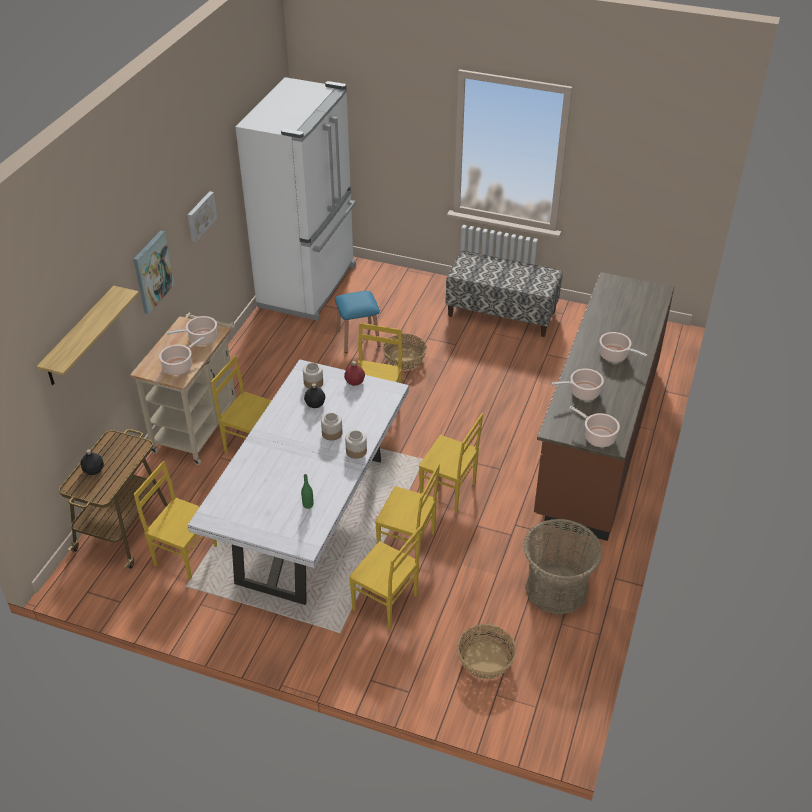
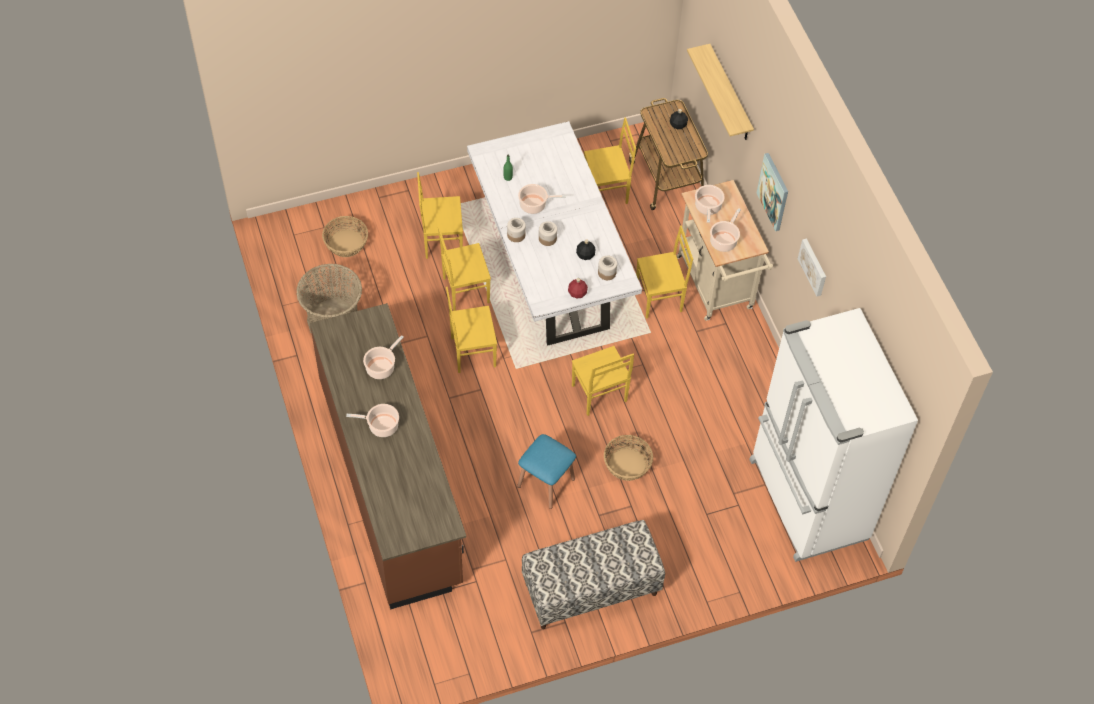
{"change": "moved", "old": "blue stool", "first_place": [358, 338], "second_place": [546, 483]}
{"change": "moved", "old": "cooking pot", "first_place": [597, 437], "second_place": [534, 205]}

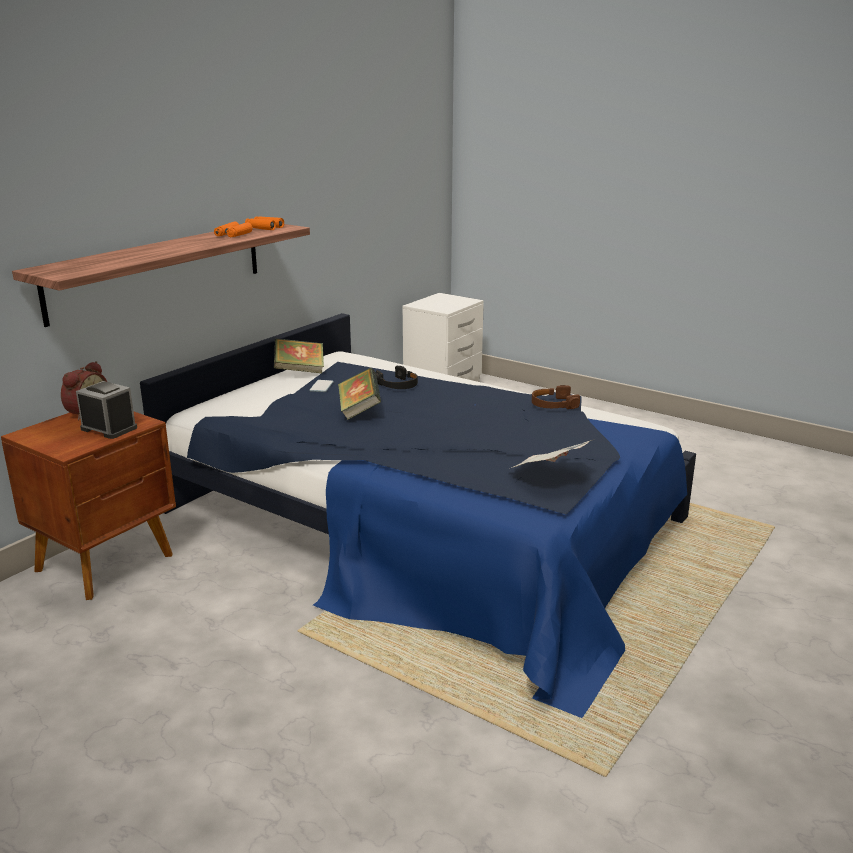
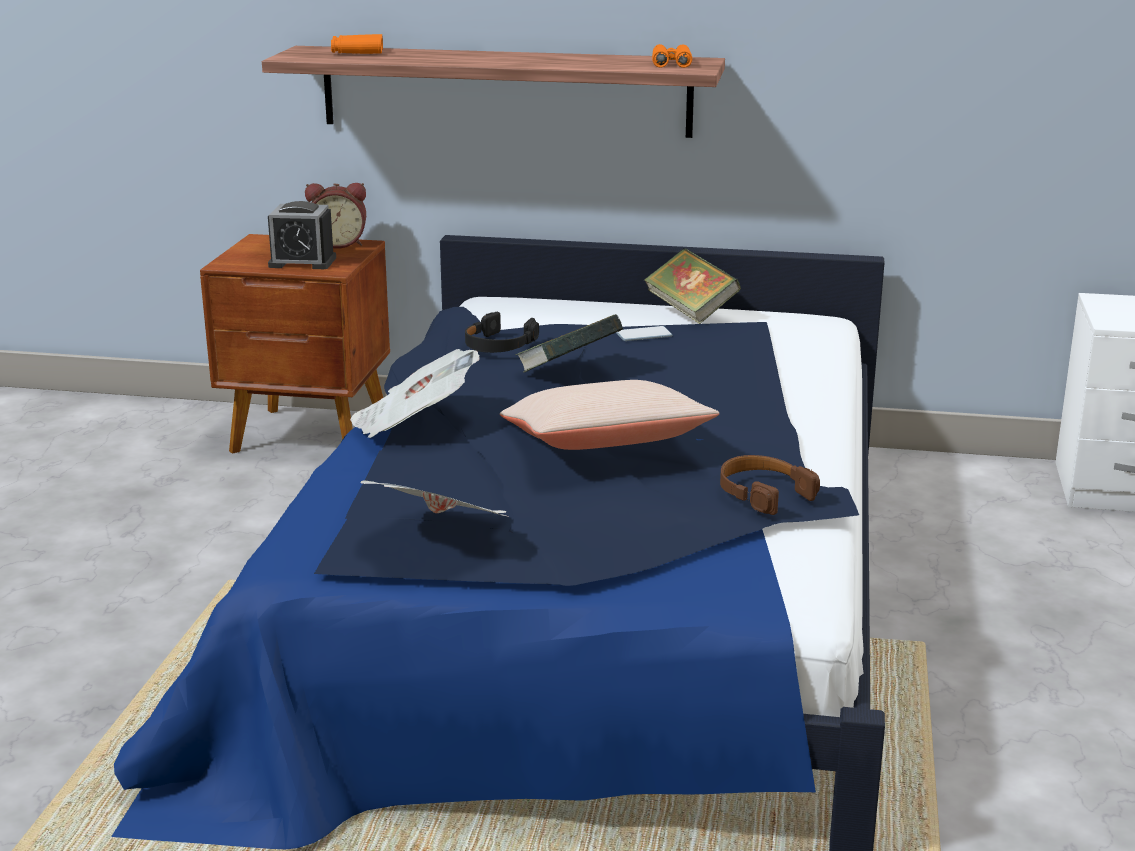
{"change": "turned", "old": "alarm clock", "first_place": [109, 428], "second_place": [302, 262], "degrees": 90}
{"change": "moved", "old": "orange binoculars", "first_place": [233, 235], "second_place": [357, 52]}
{"change": "added", "new": "newspaper", "second_place": [413, 425]}
{"change": "moved", "old": "black headphones", "first_place": [398, 385], "second_place": [498, 345]}
{"change": "added", "new": "beige pillow", "second_place": [605, 447]}

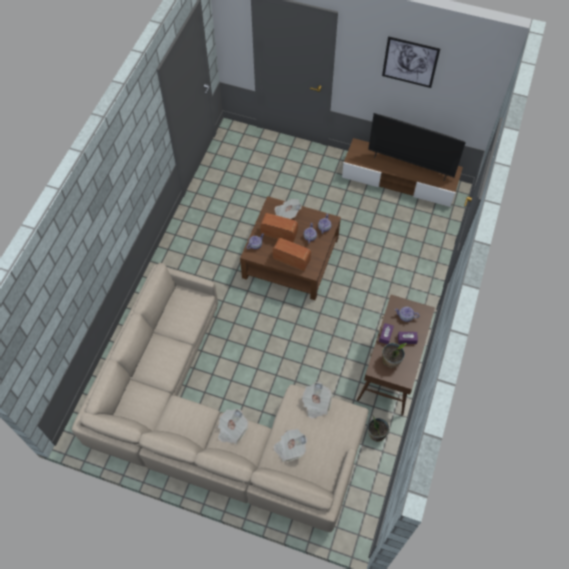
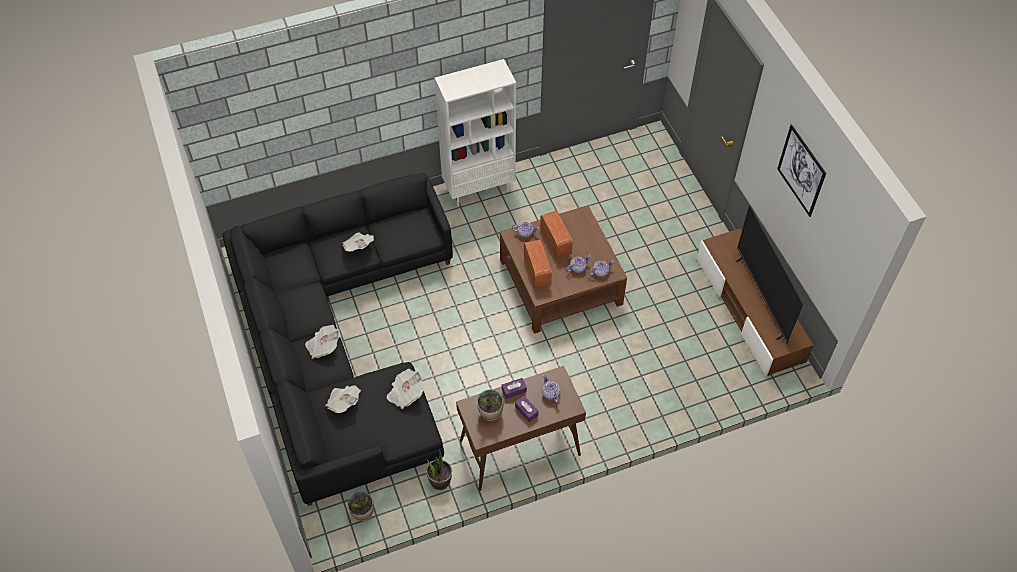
{"change": "recoloured", "old": "beige sofa", "new": "black sofa", "first_place": [216, 420], "second_place": [340, 343]}
{"change": "moved", "old": "newspaper", "first_place": [287, 213], "second_place": [359, 246]}
{"change": "added", "new": "potted plant", "second_place": [363, 512]}
{"change": "added", "new": "white bookcase", "second_place": [479, 188]}

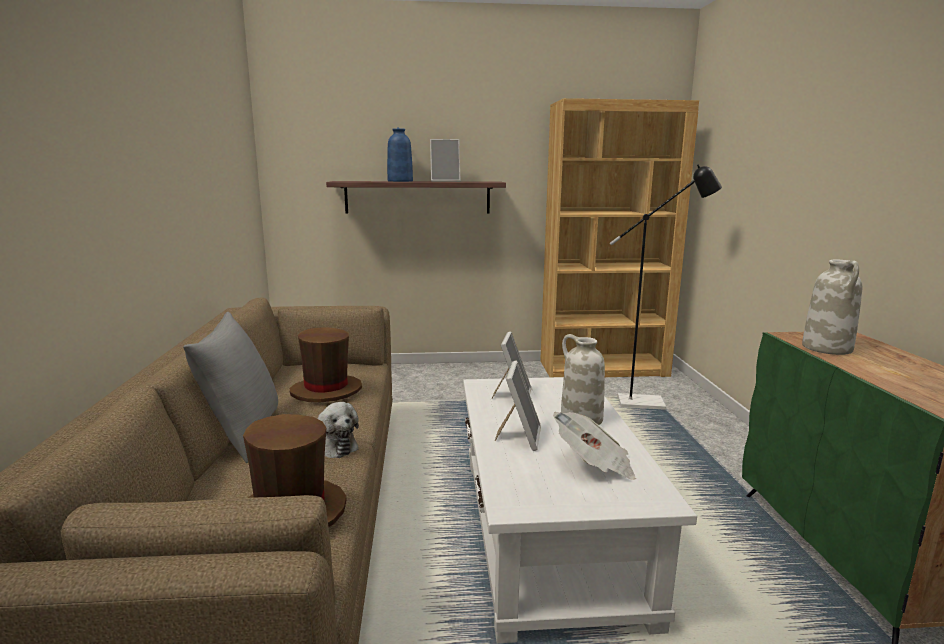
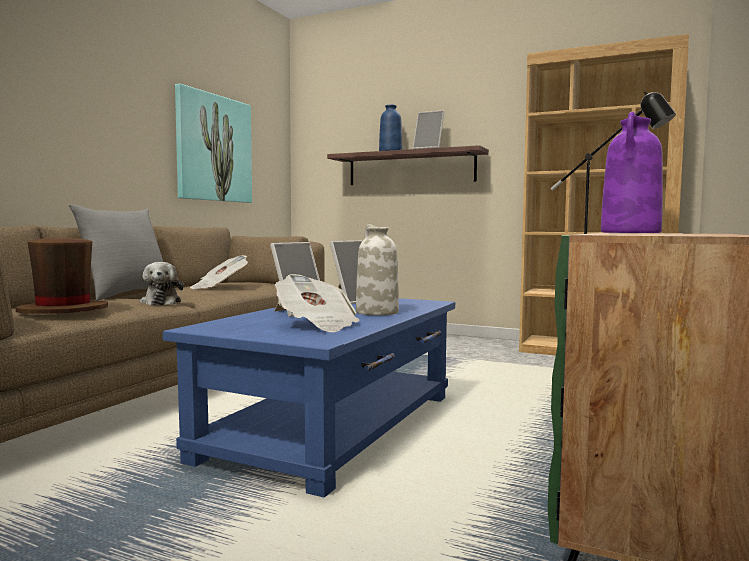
{"change": "recoloured", "old": "white coffee table", "new": "blue coffee table", "first_place": [548, 531], "second_place": [335, 425]}
{"change": "added", "new": "picture", "second_place": [213, 148]}
{"change": "replaced", "old": "brown hat", "new": "newspaper", "first_place": [326, 391], "second_place": [219, 287]}
{"change": "recoloured", "old": "white vase", "new": "purple vase", "first_place": [828, 348], "second_place": [630, 232]}

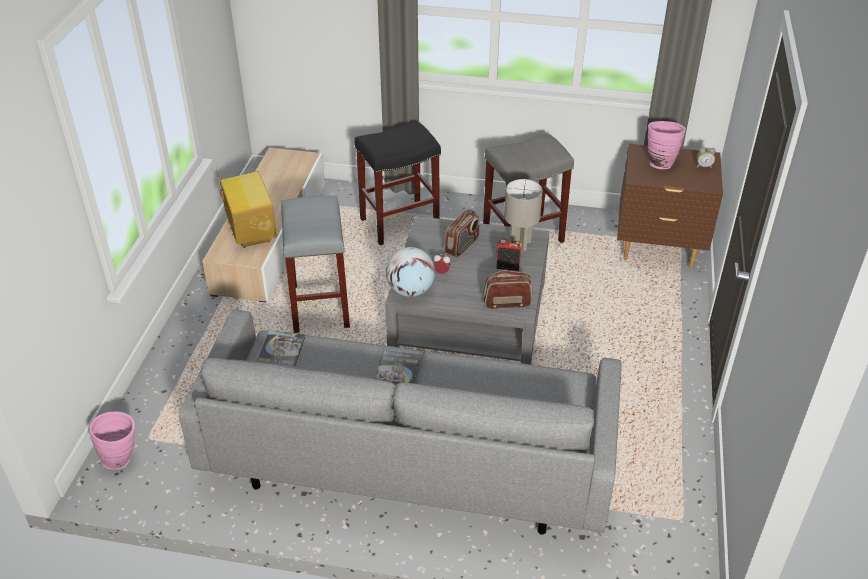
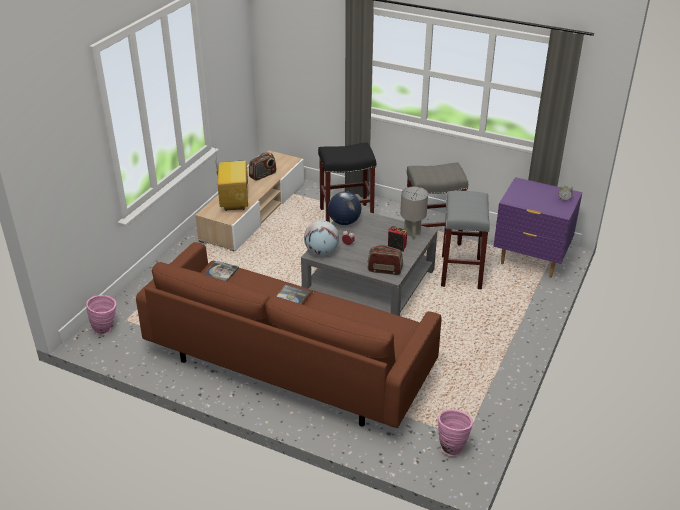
{"change": "recoloured", "old": "grey sofa", "new": "brown sofa", "first_place": [409, 459], "second_place": [290, 363]}
{"change": "moved", "old": "radio", "first_place": [462, 245], "second_place": [263, 175]}
{"change": "added", "new": "globe", "second_place": [344, 222]}
{"change": "moved", "old": "pink vase", "first_place": [659, 163], "second_place": [452, 446]}
{"change": "moved", "old": "grey stool", "first_place": [319, 306], "second_place": [460, 272]}
{"change": "recoloured", "old": "brown nightstand", "new": "purple nightstand", "first_place": [658, 250], "second_place": [530, 261]}

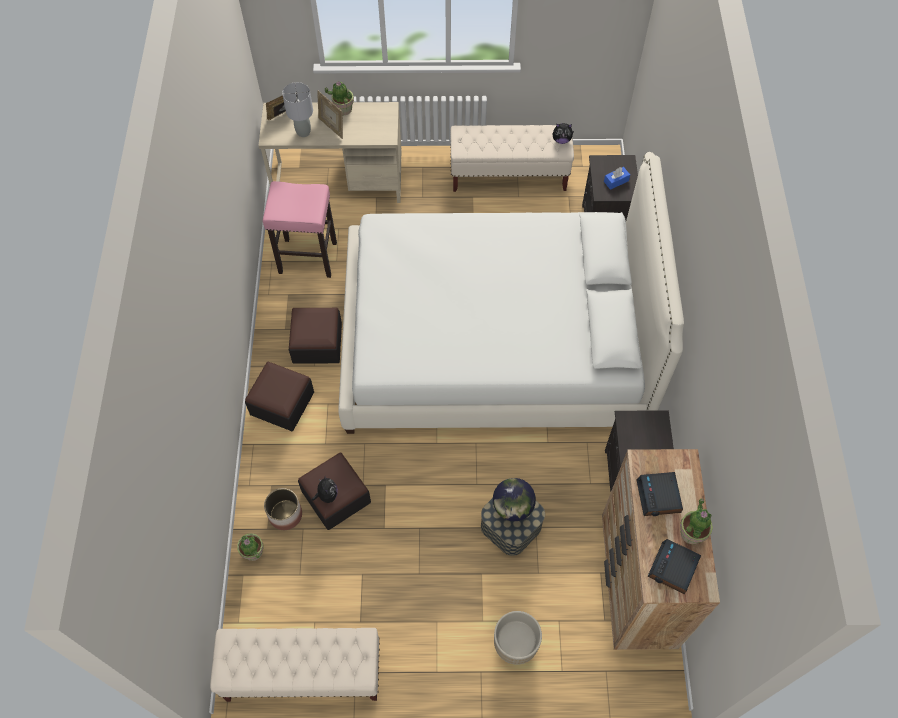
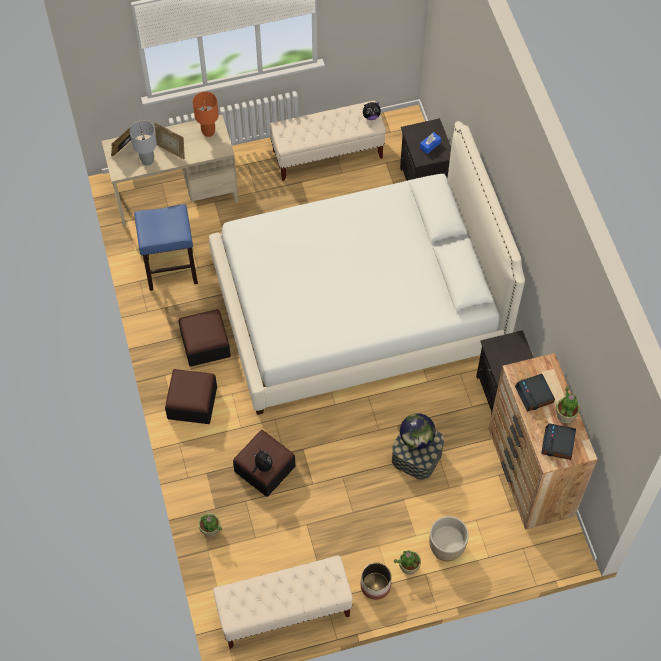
{"change": "recoloured", "old": "pink stool", "new": "blue stool", "first_place": [307, 258], "second_place": [170, 271]}
{"change": "added", "new": "orange table lamp", "second_place": [208, 132]}
{"change": "moved", "old": "planter", "first_place": [285, 515], "second_place": [375, 586]}
{"change": "moved", "old": "potted plant", "first_place": [343, 109], "second_place": [408, 567]}

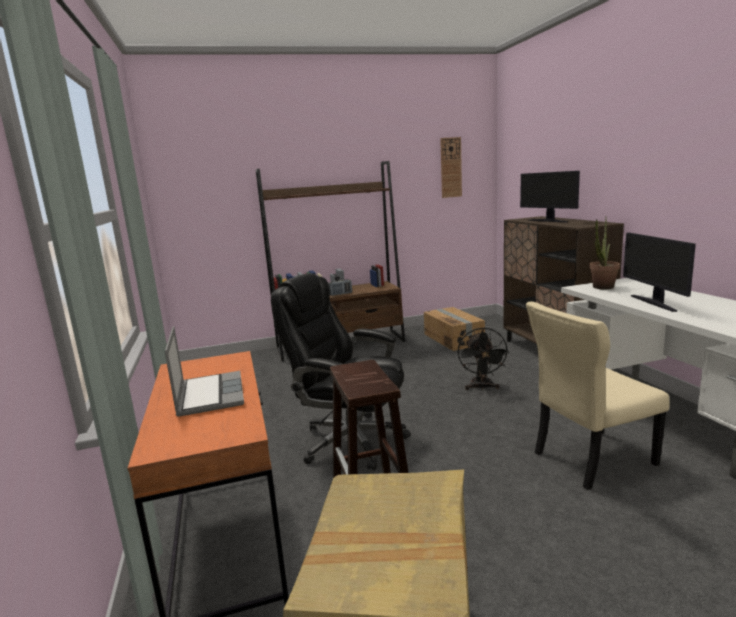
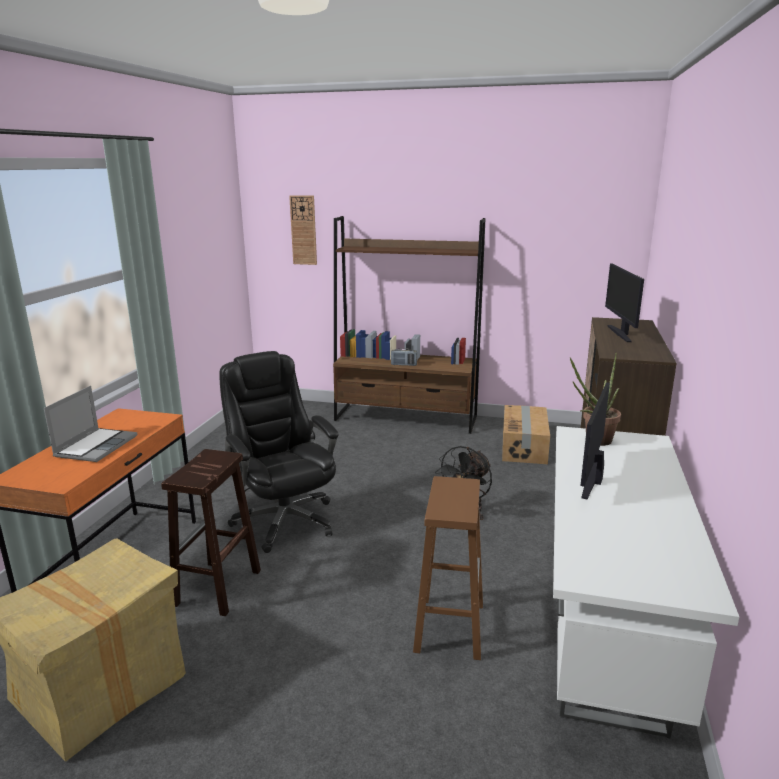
{"change": "moved", "old": "wall clock", "first_place": [451, 167], "second_place": [303, 230]}
{"change": "replaced", "old": "beige chair", "new": "brown stool", "first_place": [590, 459], "second_place": [449, 626]}

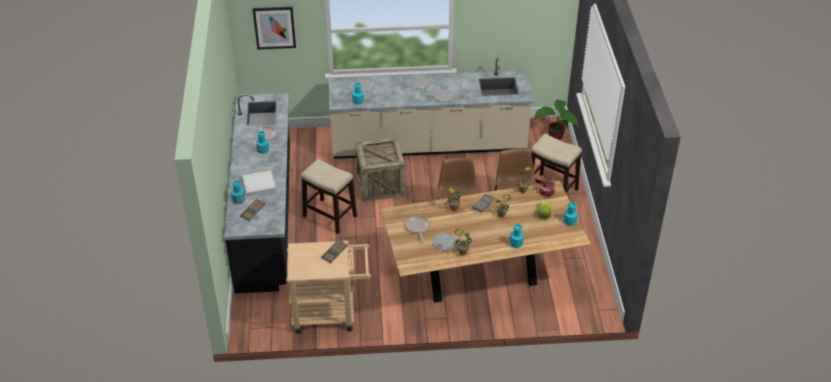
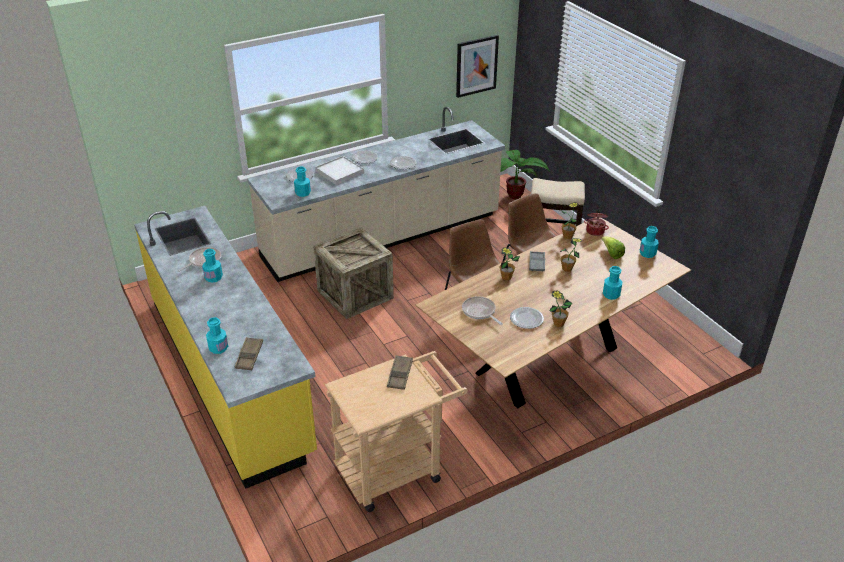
{"change": "recoloured", "old": "black counter", "new": "yellow counter", "first_place": [266, 216], "second_place": [230, 373]}
{"change": "moved", "old": "white tray", "first_place": [259, 184], "second_place": [339, 172]}
{"change": "moved", "old": "picture", "first_place": [274, 27], "second_place": [476, 66]}
{"change": "removed", "old": "stool", "first_place": [329, 216]}

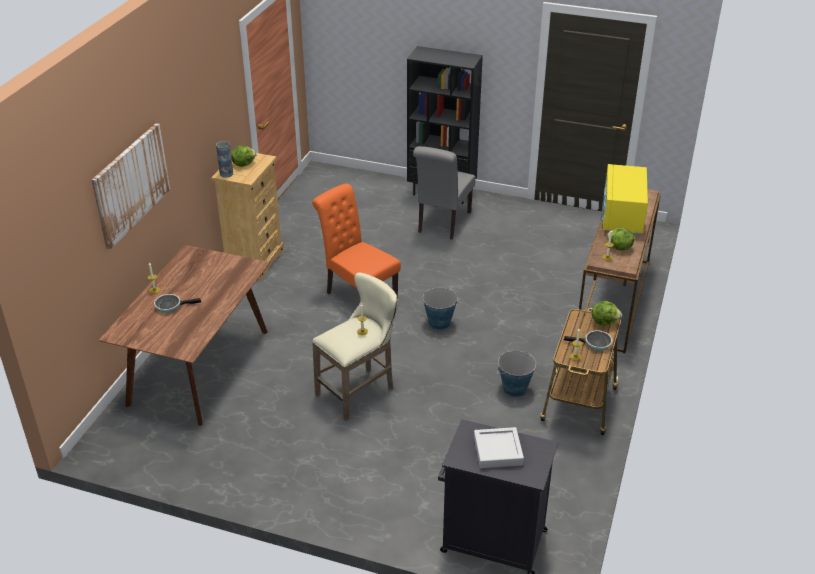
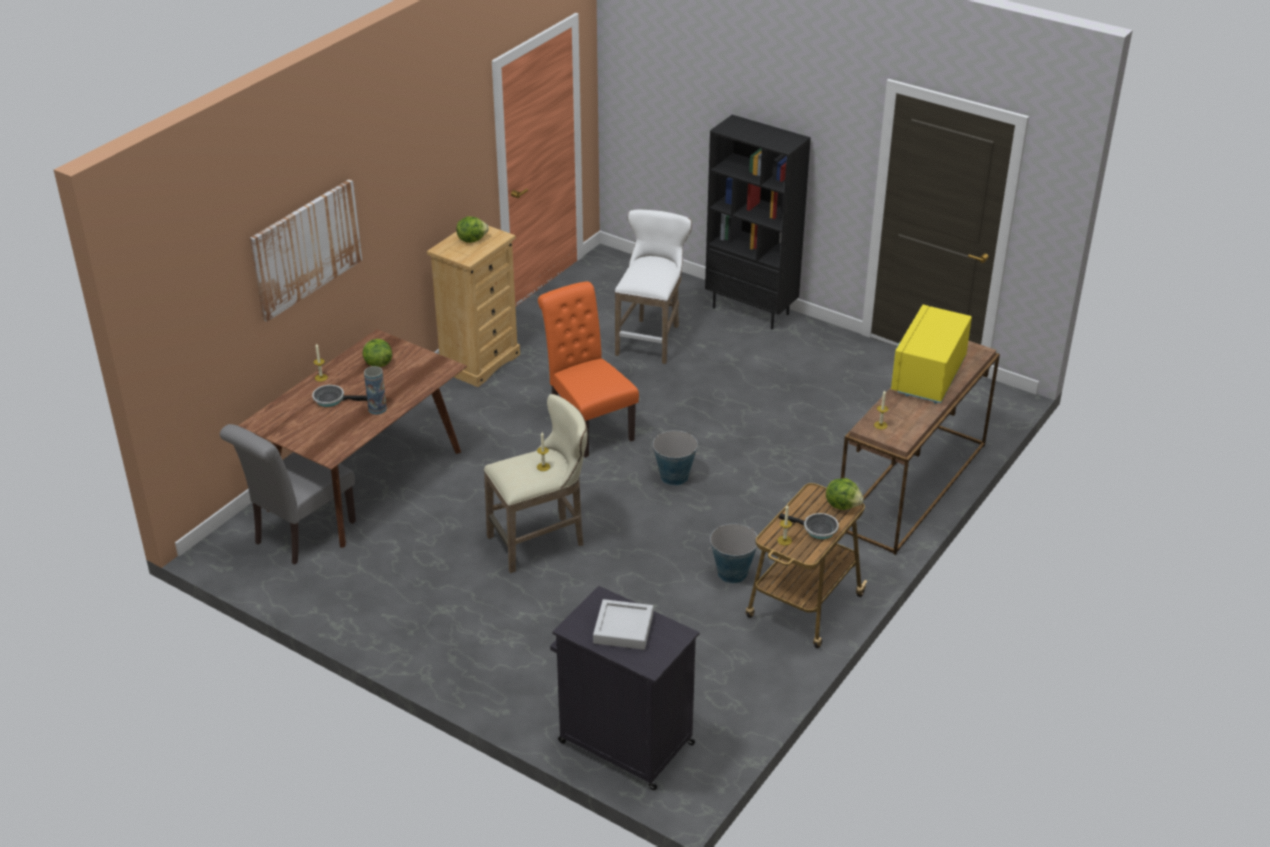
{"change": "moved", "old": "grey chair", "first_place": [442, 224], "second_place": [300, 535]}
{"change": "moved", "old": "lettuce", "first_place": [619, 248], "second_place": [377, 363]}
{"change": "moved", "old": "vase", "first_place": [226, 174], "second_place": [377, 409]}
{"change": "added", "new": "white stool", "second_place": [651, 338]}

